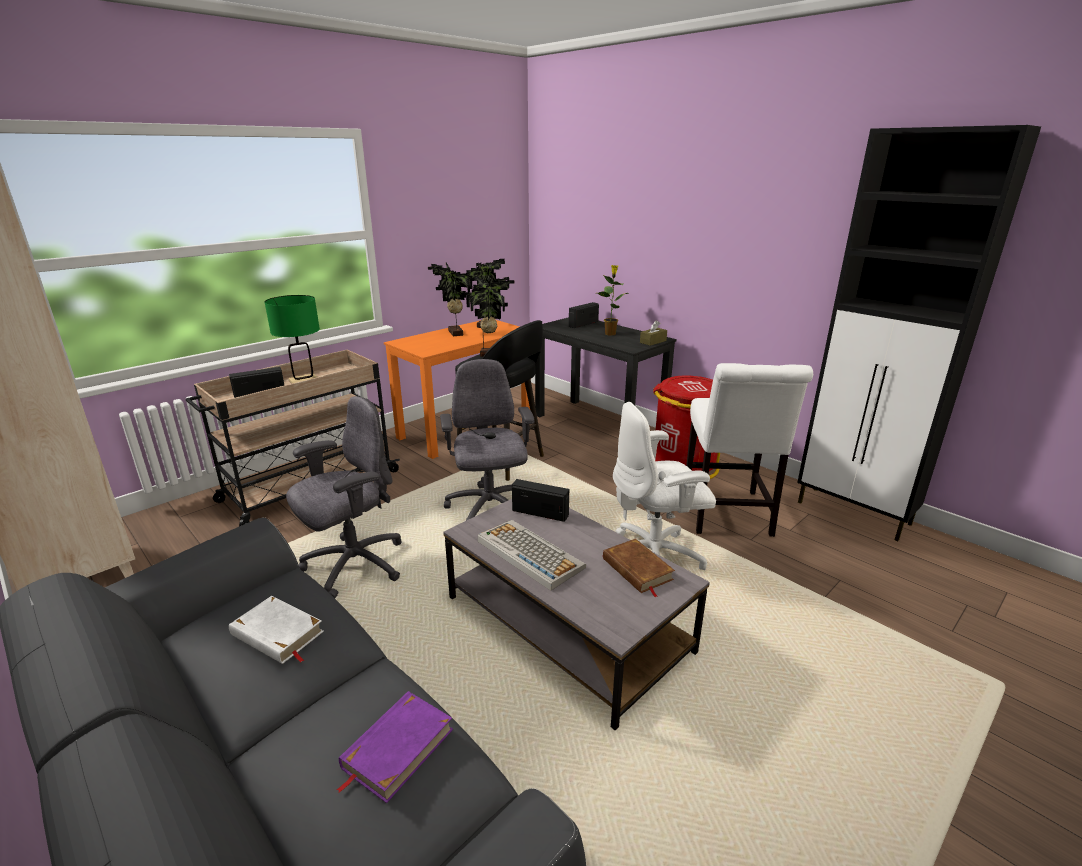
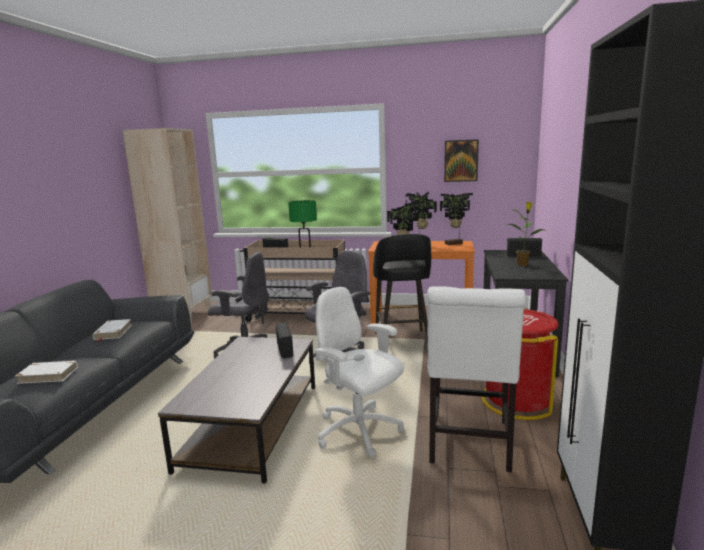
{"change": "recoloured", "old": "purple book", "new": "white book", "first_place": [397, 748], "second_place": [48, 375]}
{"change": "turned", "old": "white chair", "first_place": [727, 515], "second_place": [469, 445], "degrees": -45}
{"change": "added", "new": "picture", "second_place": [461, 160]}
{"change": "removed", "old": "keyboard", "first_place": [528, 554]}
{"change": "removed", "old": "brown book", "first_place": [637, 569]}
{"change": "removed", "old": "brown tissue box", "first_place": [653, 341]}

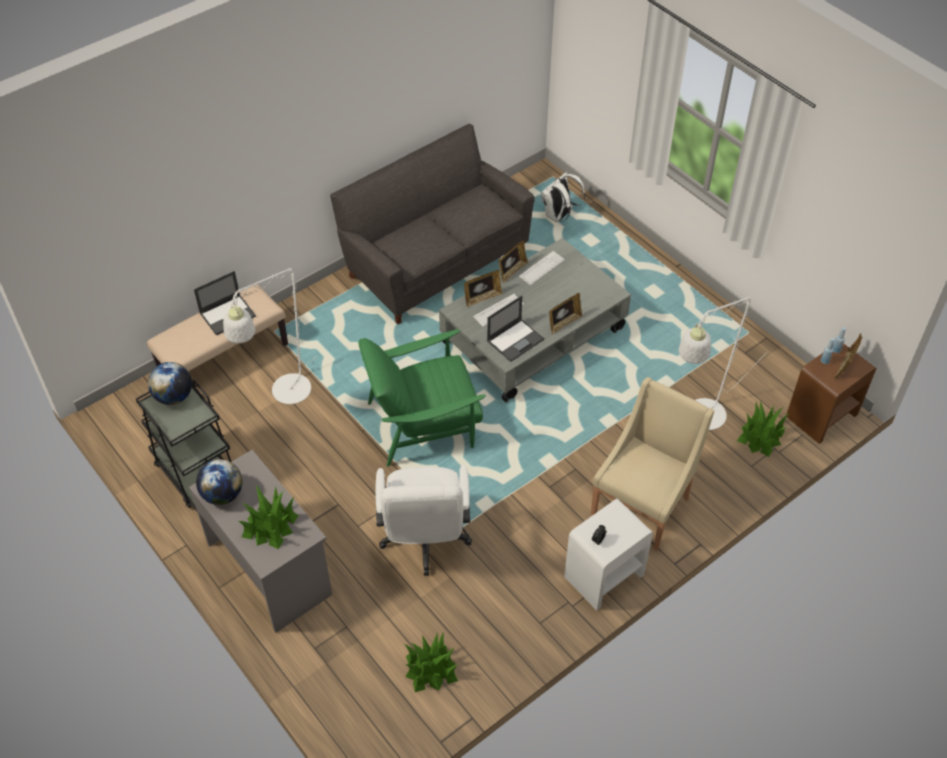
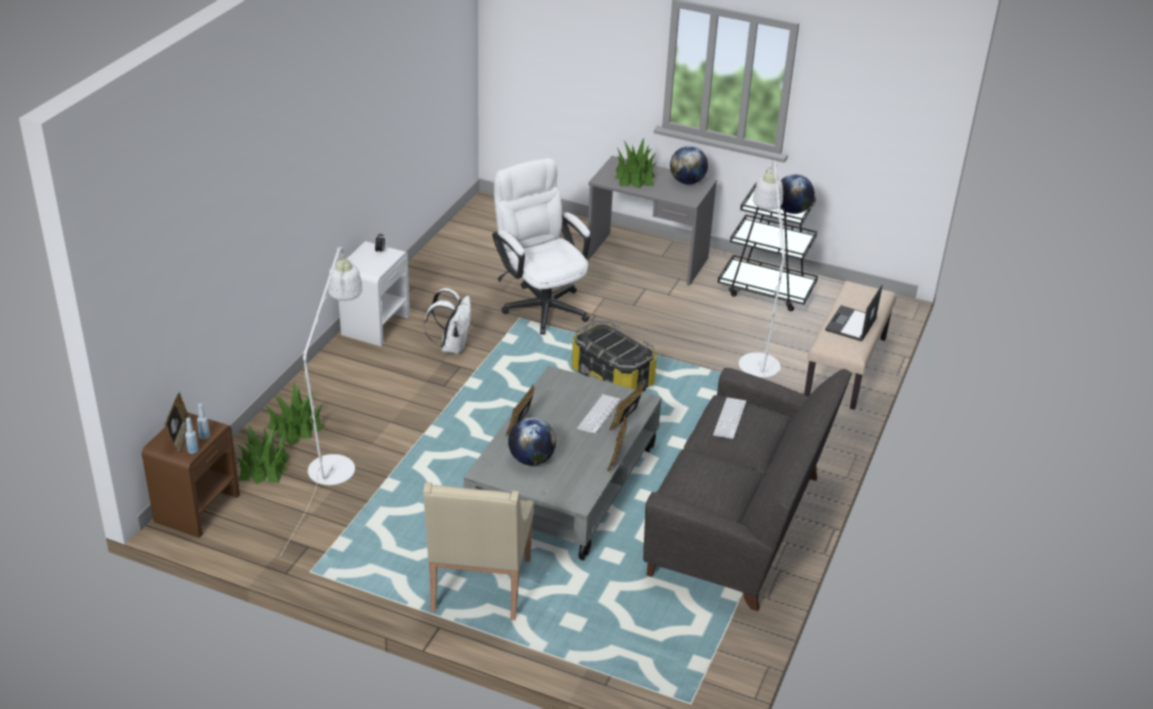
{"change": "moved", "old": "potted plant", "first_place": [430, 669], "second_place": [296, 427]}
{"change": "moved", "old": "beige armchair", "first_place": [643, 504], "second_place": [479, 588]}
{"change": "moved", "old": "white backpack", "first_place": [559, 216], "second_place": [452, 346]}
{"change": "added", "new": "globe", "second_place": [531, 460]}
{"change": "replaced", "old": "green armchair", "new": "storage box", "first_place": [424, 423], "second_place": [612, 377]}
{"change": "moved", "old": "keyboard", "first_place": [541, 268], "second_place": [729, 418]}
{"change": "removed", "old": "laptop", "first_place": [515, 340]}

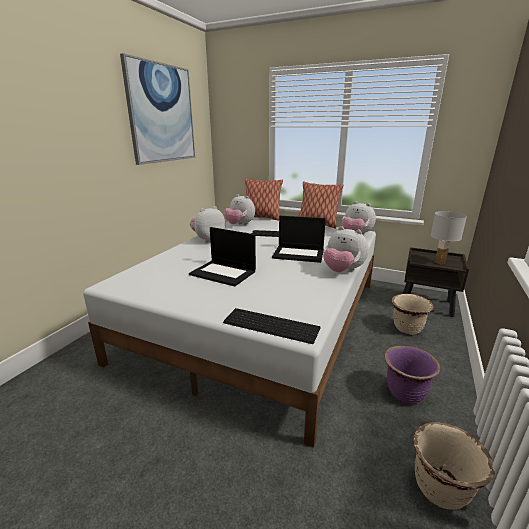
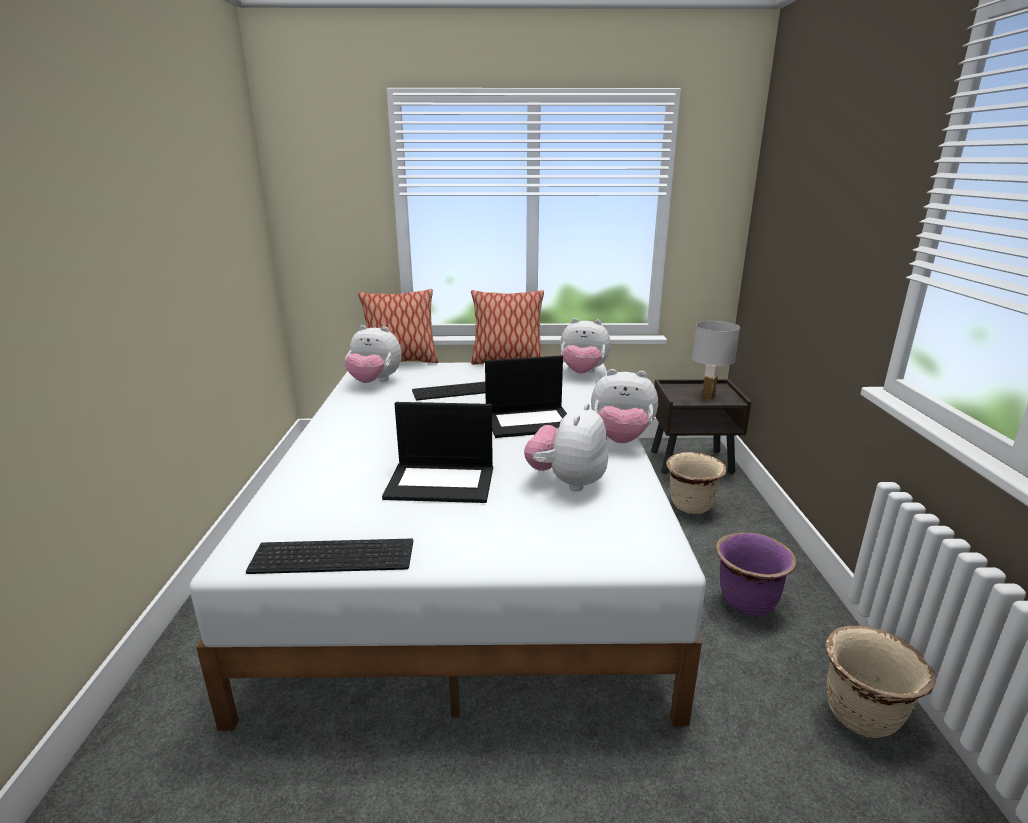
{"change": "moved", "old": "keyboard", "first_place": [272, 324], "second_place": [335, 555]}
{"change": "moved", "old": "plush toy", "first_place": [208, 240], "second_place": [567, 482]}
{"change": "removed", "old": "picture", "first_place": [162, 114]}

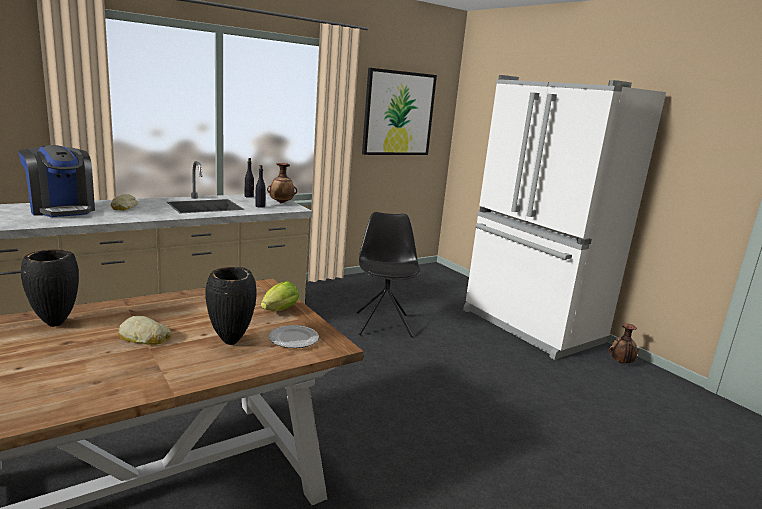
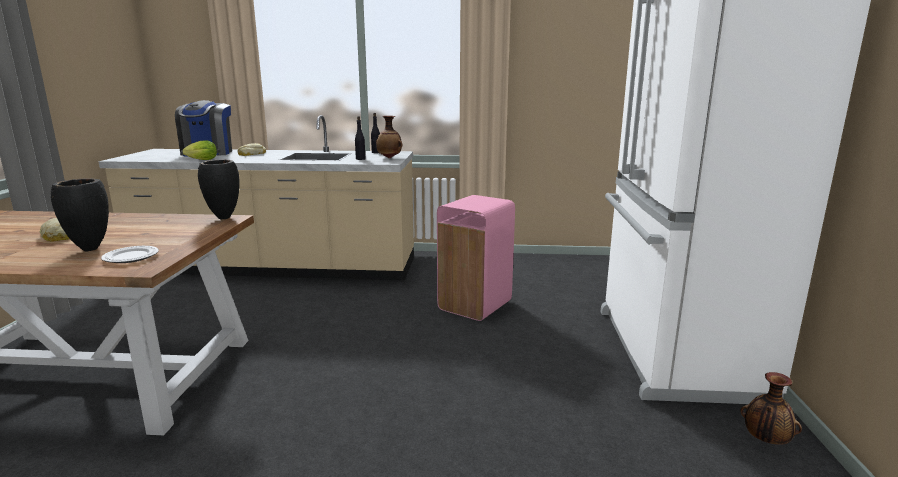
{"change": "moved", "old": "lettuce", "first_place": [278, 311], "second_place": [200, 160]}
{"change": "moved", "old": "black vase", "first_place": [55, 324], "second_place": [223, 218]}
{"change": "replaced", "old": "black chair", "new": "pink trash can", "first_place": [383, 324], "second_place": [476, 305]}
{"change": "removed", "old": "picture", "first_place": [398, 113]}

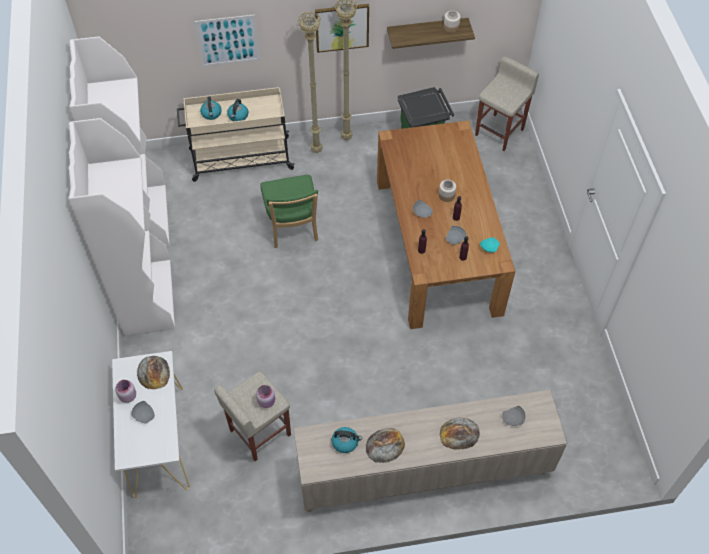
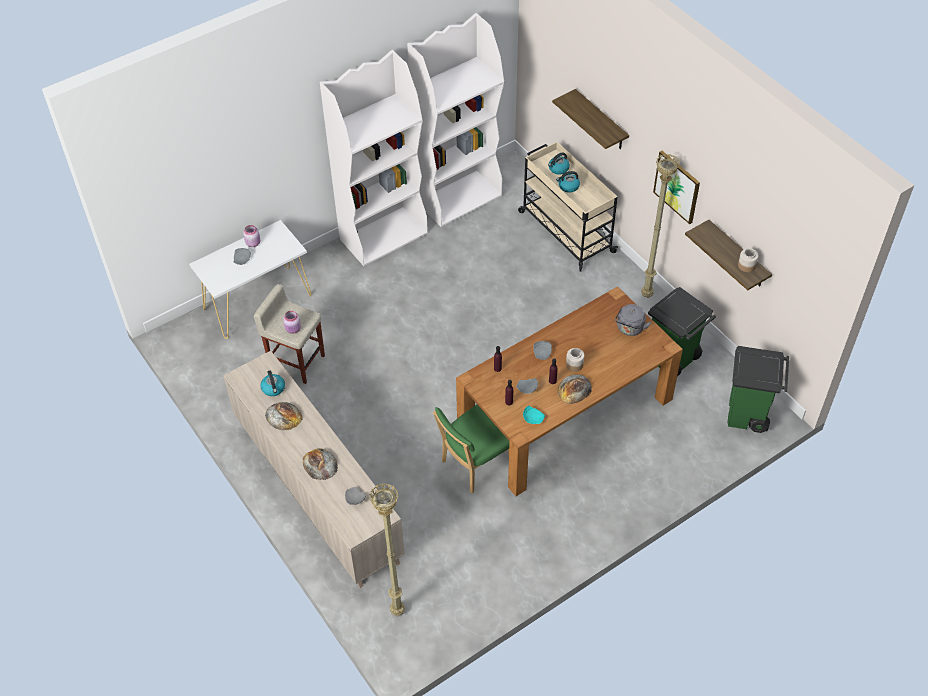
{"change": "moved", "old": "beige floor lamp", "first_place": [316, 151], "second_place": [396, 611]}
{"change": "moved", "old": "green chair", "first_place": [292, 228], "second_place": [474, 465]}
{"change": "replaced", "old": "picture", "new": "shelf", "first_place": [227, 40], "second_place": [601, 121]}
{"change": "moved", "old": "bread", "first_place": [153, 372], "second_place": [574, 389]}
{"change": "added", "new": "grey kettle", "second_place": [630, 329]}
{"change": "replaced", "old": "beige stool", "new": "green trash can", "first_place": [500, 131], "second_place": [748, 414]}

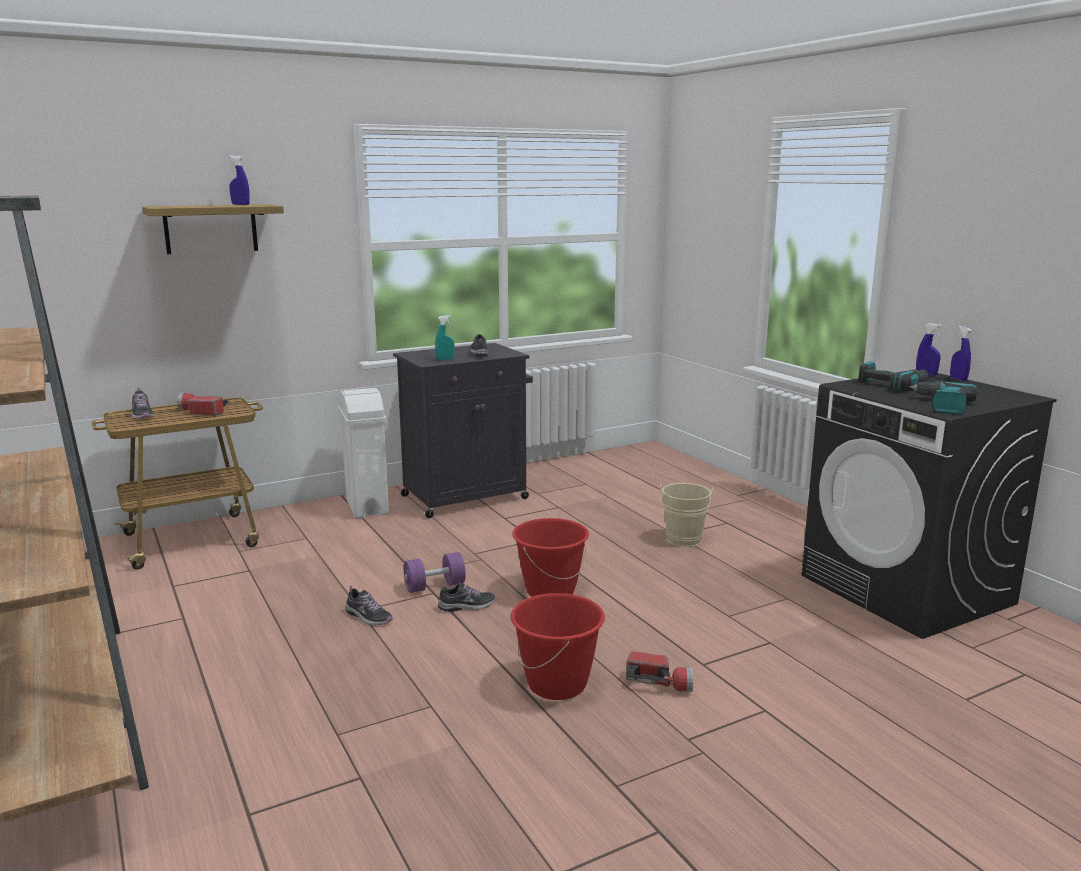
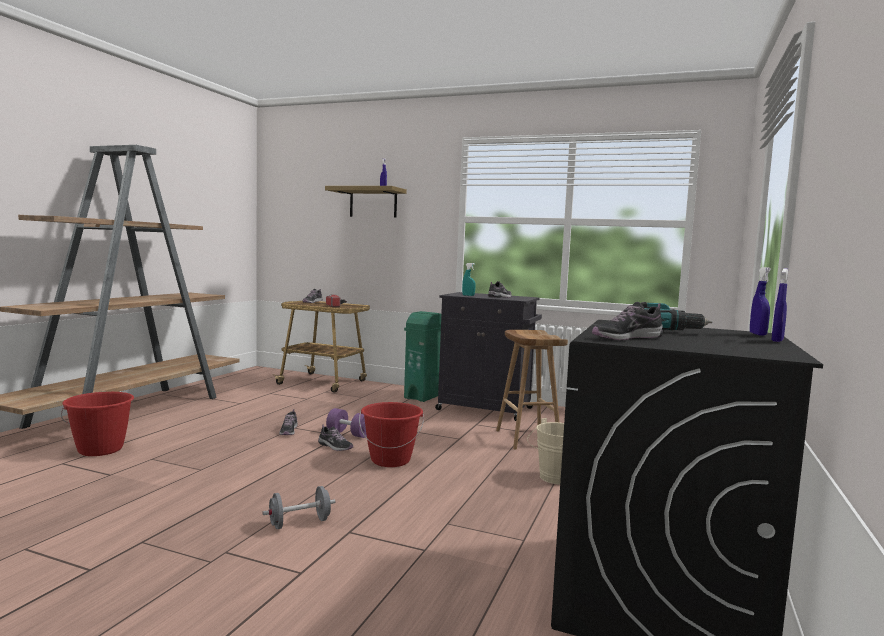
{"change": "moved", "old": "red bucket", "first_place": [557, 684], "second_place": [100, 450]}
{"change": "replaced", "old": "flashlight", "new": "grey dumbbell", "first_place": [659, 683], "second_place": [299, 523]}
{"change": "recoloured", "old": "white trash can", "new": "green trash can", "first_place": [367, 507], "second_place": [424, 396]}
{"change": "added", "new": "brown stool", "second_place": [526, 438]}
{"change": "replaced", "old": "power drill", "new": "shoe", "first_place": [942, 405], "second_place": [626, 338]}

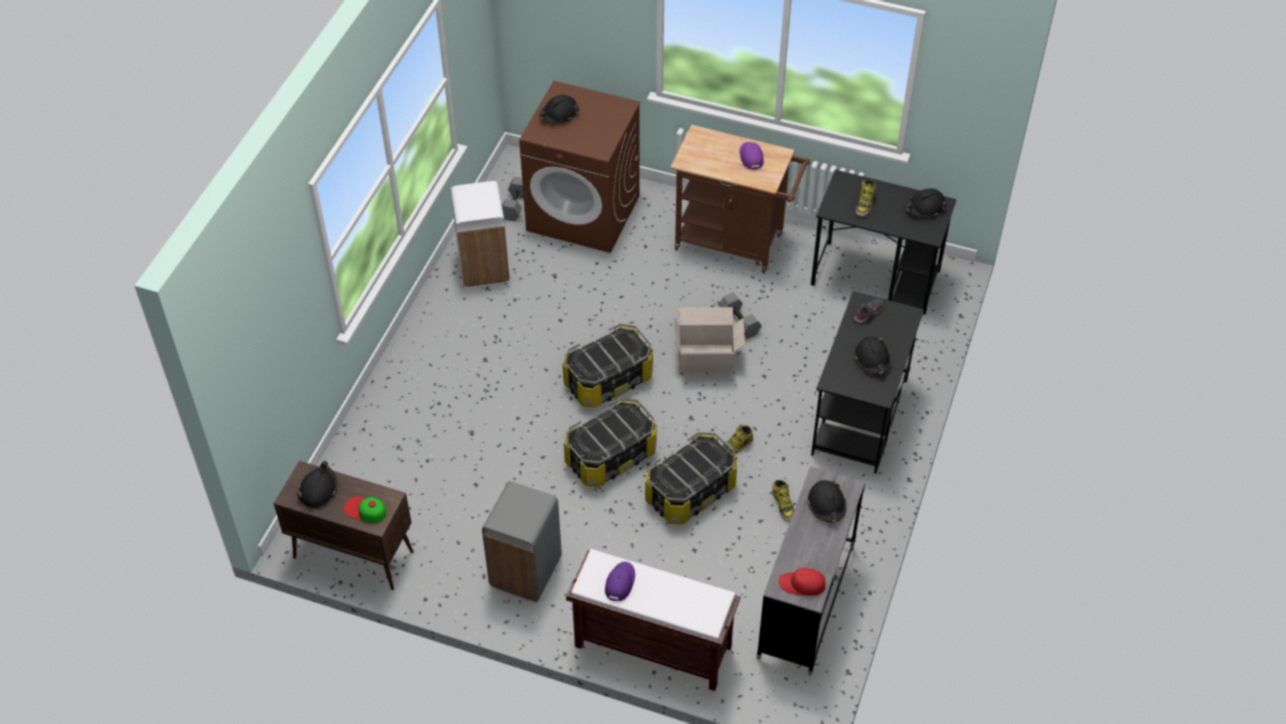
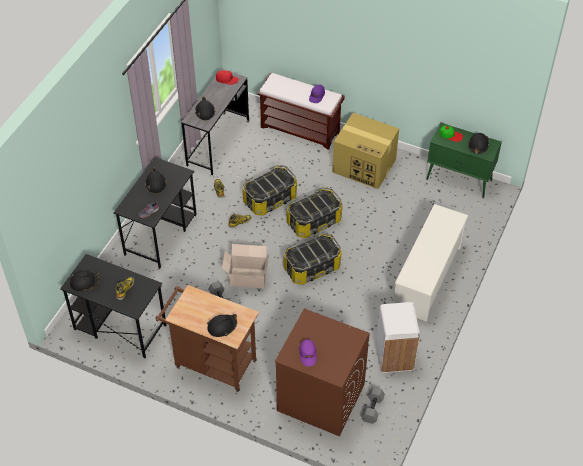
{"change": "moved", "old": "black hard hat", "first_place": [559, 114], "second_place": [222, 327]}
{"change": "moved", "old": "purple cap", "first_place": [751, 157], "second_place": [308, 354]}
{"change": "replaced", "old": "grey trash can", "new": "cardboard box", "first_place": [524, 572], "second_place": [365, 166]}
{"change": "added", "new": "white shoe rack", "second_place": [427, 278]}
{"change": "recoloured", "old": "brown cabinet", "new": "green cabinet", "first_place": [352, 555], "second_place": [459, 180]}

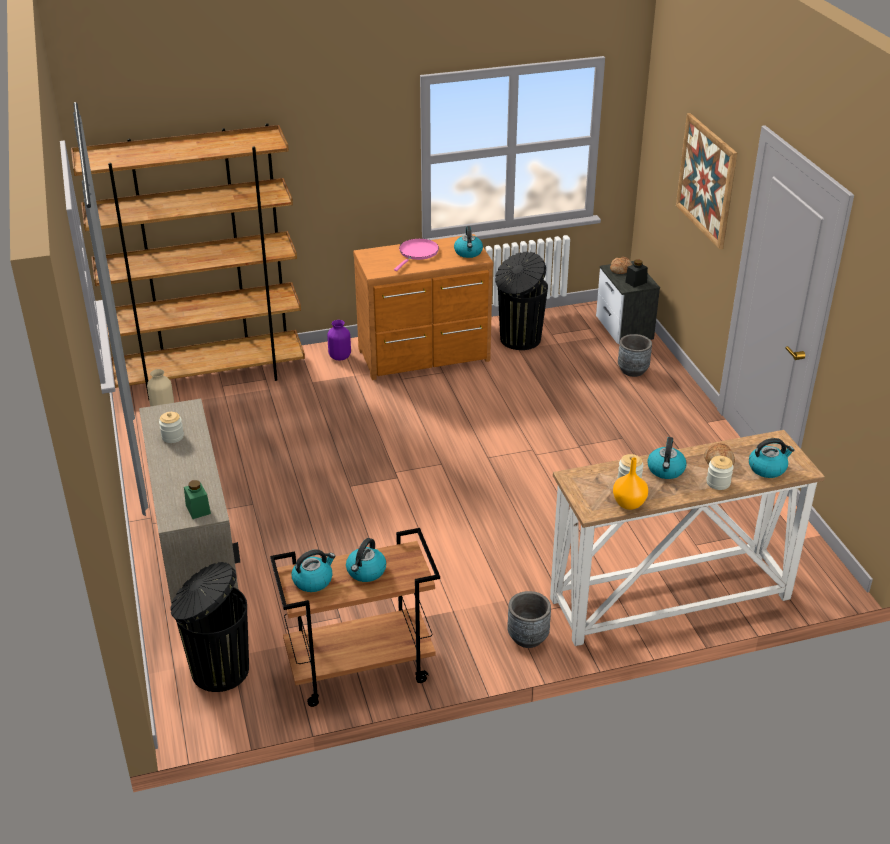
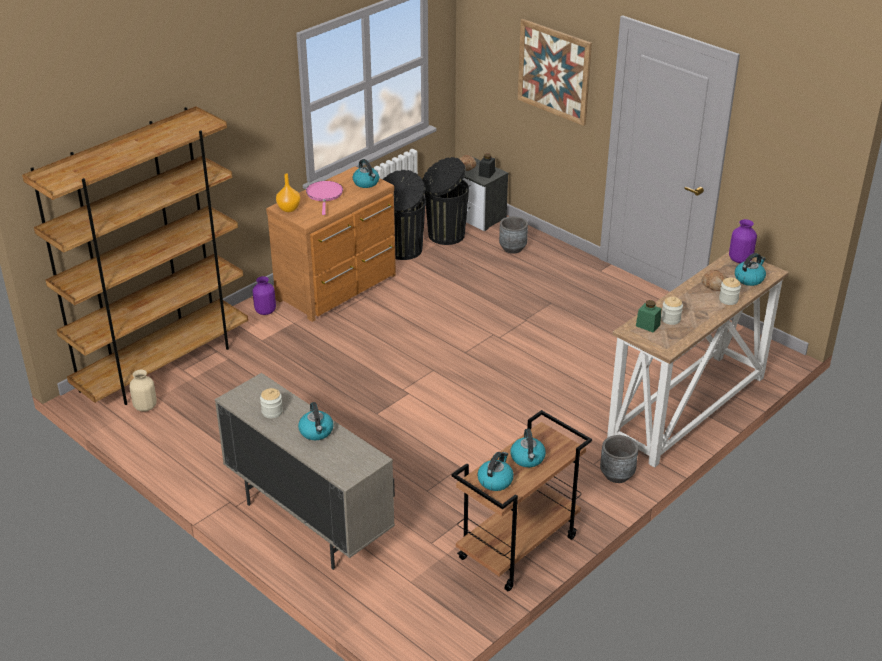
{"change": "moved", "old": "orange vase", "first_place": [628, 504], "second_place": [288, 209]}
{"change": "moved", "old": "kettle", "first_place": [666, 470], "second_place": [316, 432]}
{"change": "moved", "old": "black trash can", "first_place": [218, 670], "second_place": [445, 235]}
{"change": "moved", "old": "green jar", "first_place": [198, 509], "second_place": [648, 325]}
{"change": "added", "new": "purple vase", "second_place": [740, 259]}

